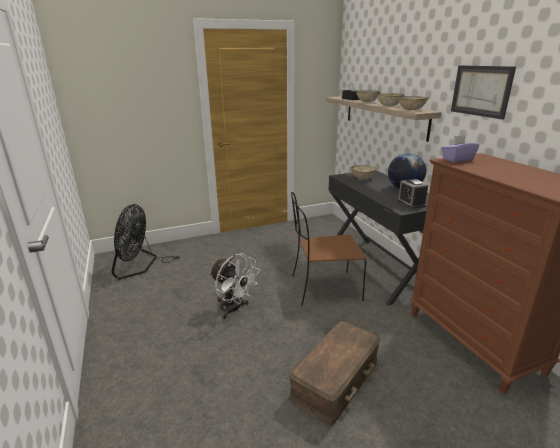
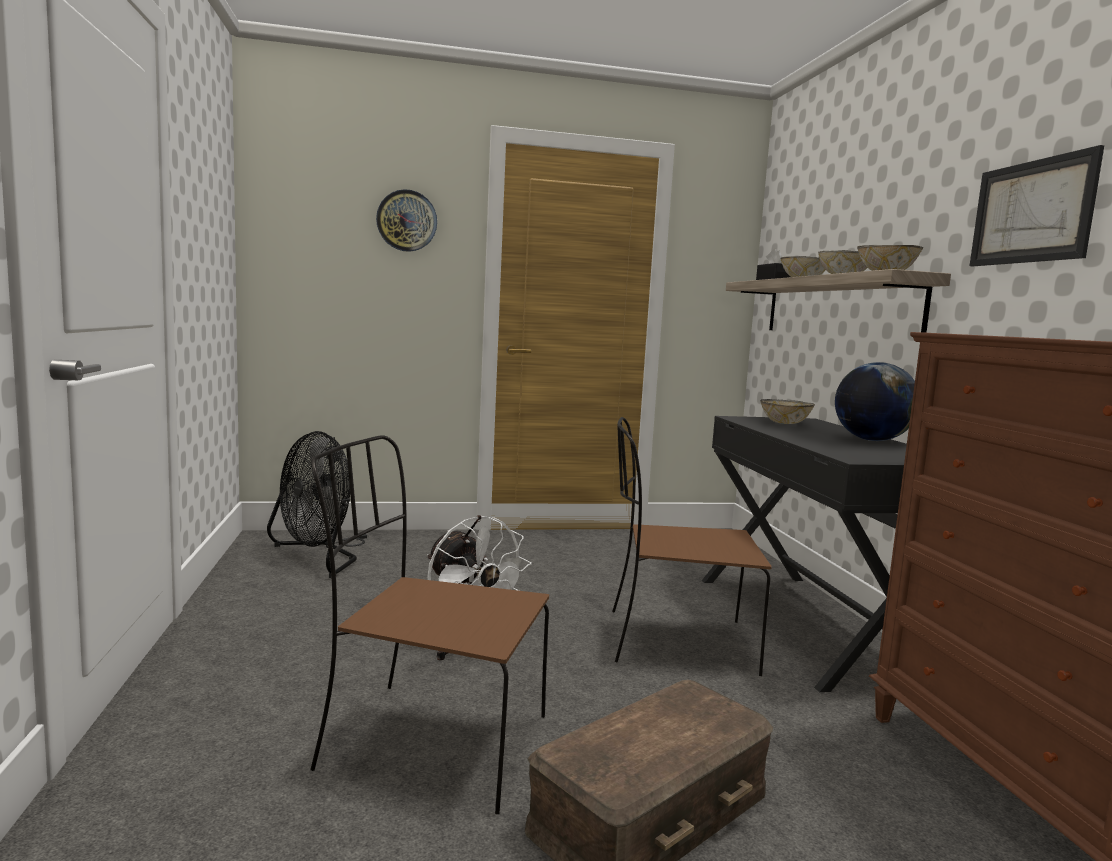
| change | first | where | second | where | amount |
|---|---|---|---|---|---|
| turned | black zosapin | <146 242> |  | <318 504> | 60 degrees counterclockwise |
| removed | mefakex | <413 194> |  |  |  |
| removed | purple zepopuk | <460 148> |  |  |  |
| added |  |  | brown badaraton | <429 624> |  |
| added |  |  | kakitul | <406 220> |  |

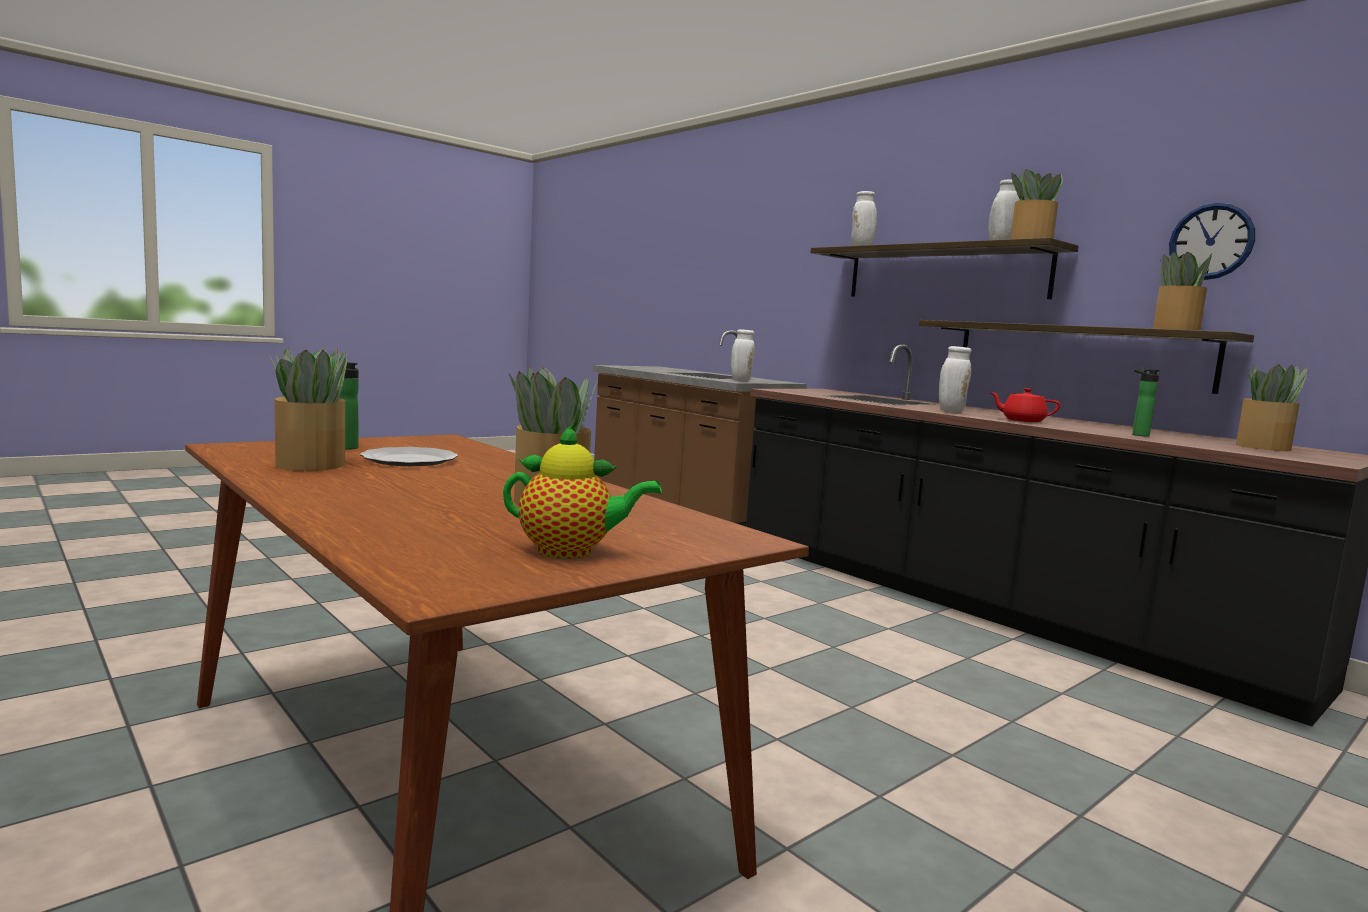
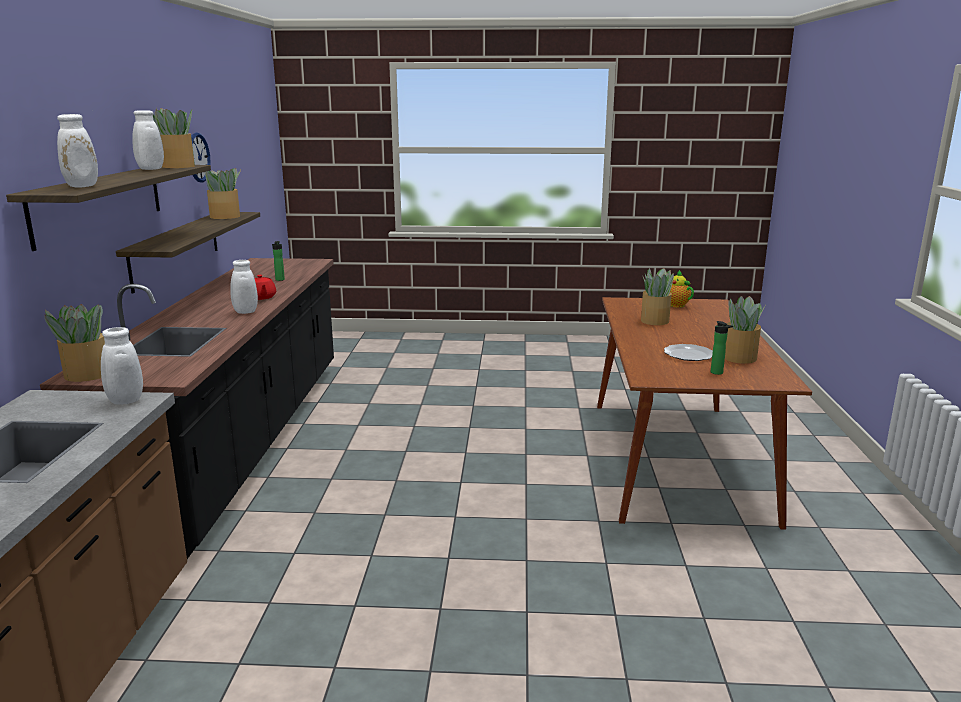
| change | first | where | second | where | amount |
|---|---|---|---|---|---|
| moved | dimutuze | <1272 407> |  | <75 343> |  |

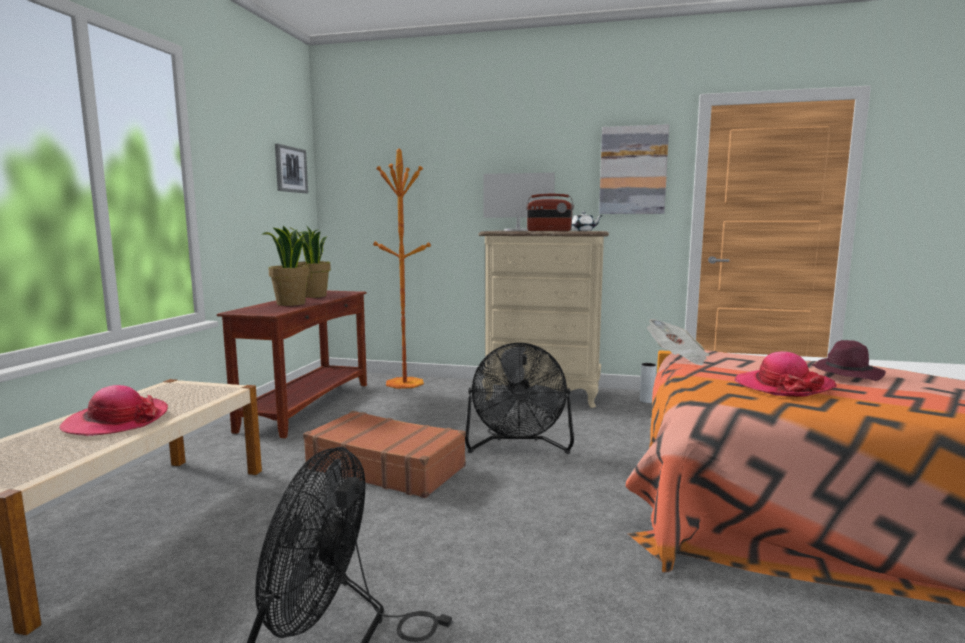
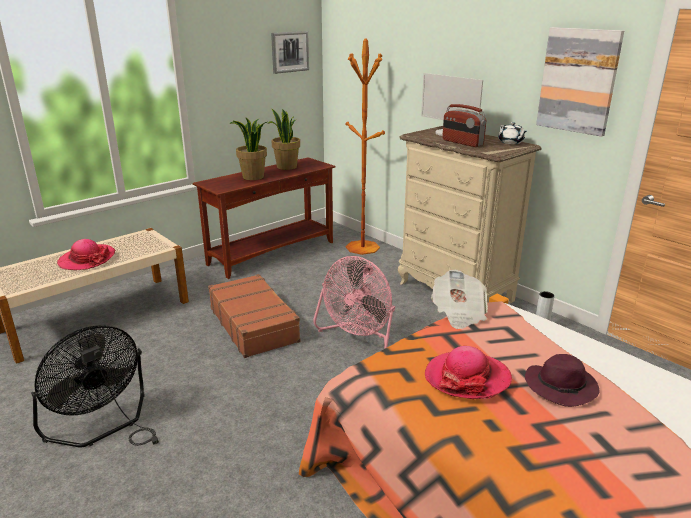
| change | first | where | second | where | amount |
|---|---|---|---|---|---|
| recoloured | black zosapin | <519 398> | pink zosapin | <354 302> |  |

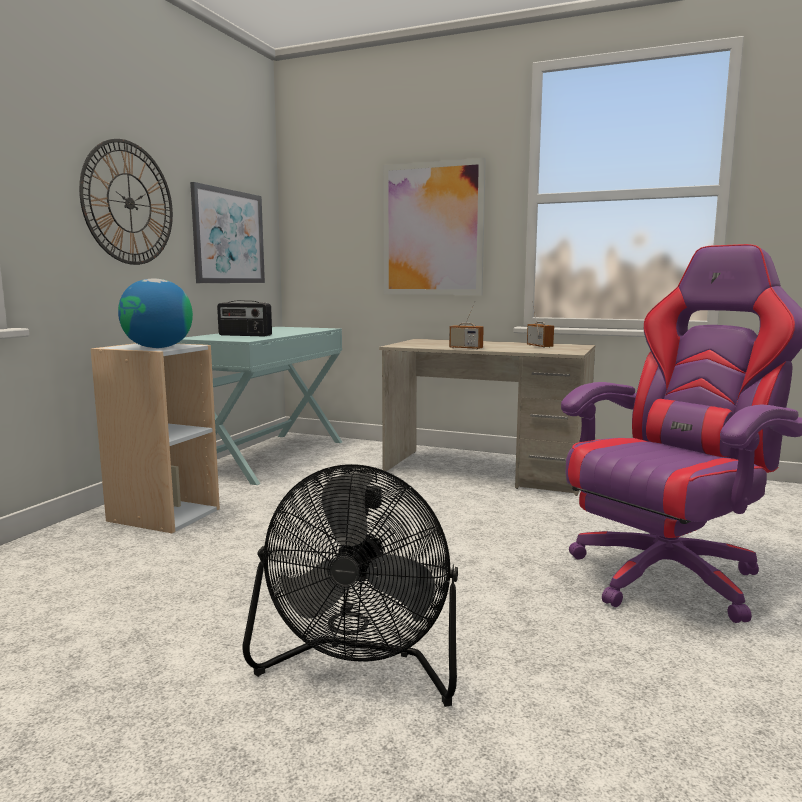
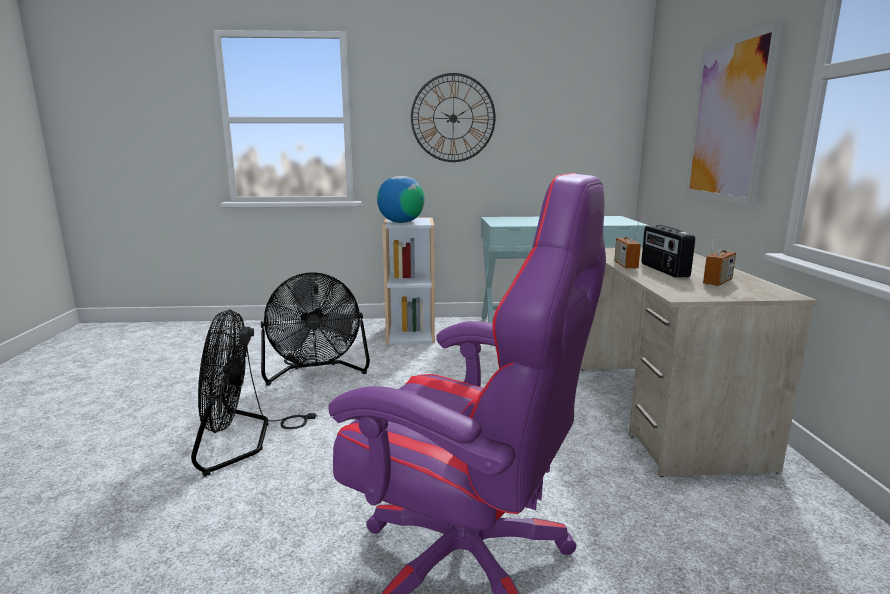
| change | first | where | second | where | amount |
|---|---|---|---|---|---|
| removed | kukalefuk | <227 232> |  |  |  |
| moved | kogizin | <244 318> |  | <668 251> |  |
| added |  |  | black zosapin | <315 329> |  |

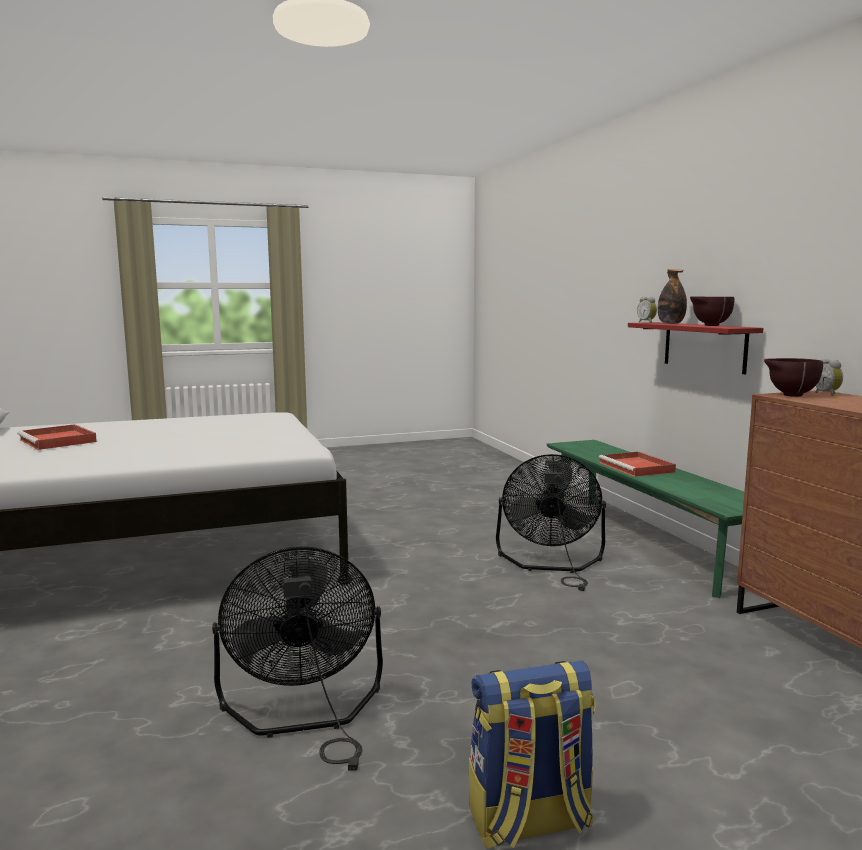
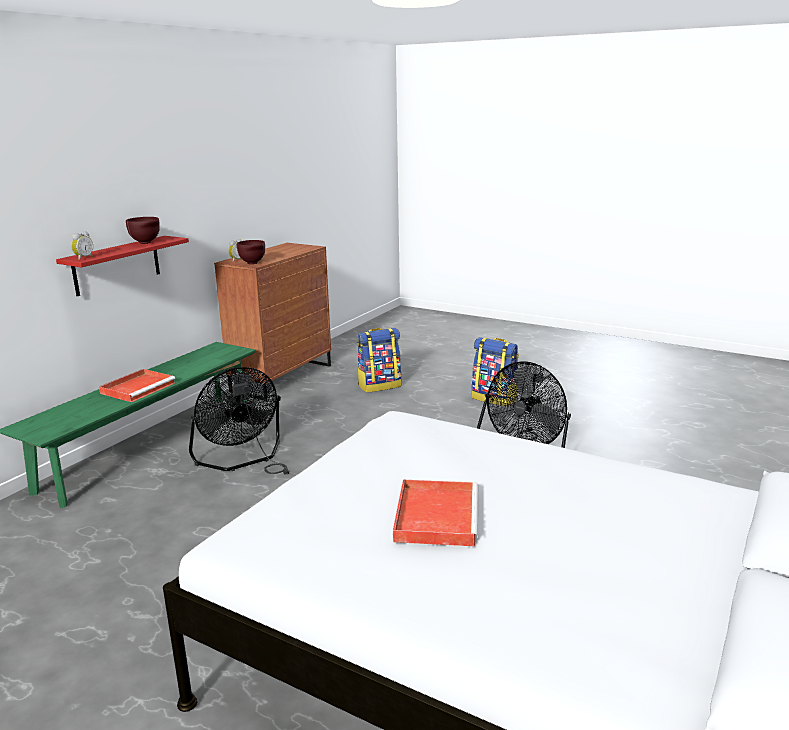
| change | first | where | second | where | amount |
|---|---|---|---|---|---|
| moved | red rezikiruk | <57 437> |  | <435 513> |  |
| turned | black zosapin | <551 522> |  | <239 421> | 90 degrees clockwise |
| removed | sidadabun | <672 296> |  |  |  |
| added |  |  | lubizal | <379 360> |  |

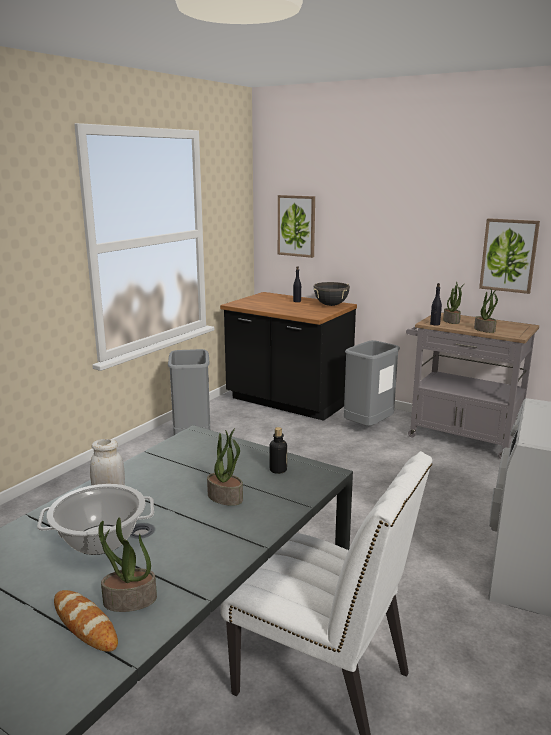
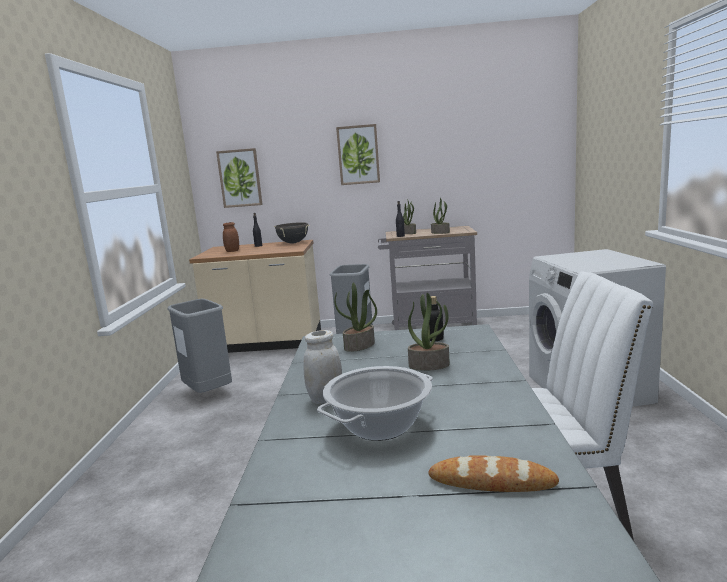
| change | first | where | second | where | amount |
|---|---|---|---|---|---|
| moved | dimutuze | <127 564> |  | <355 317> |  |
| recoloured | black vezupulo | <288 356> | beige vezupulo | <255 296> |  |
| moved | kukalefuk | <509 256> |  | <358 154> |  |
| added |  |  | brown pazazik | <231 237> |  |

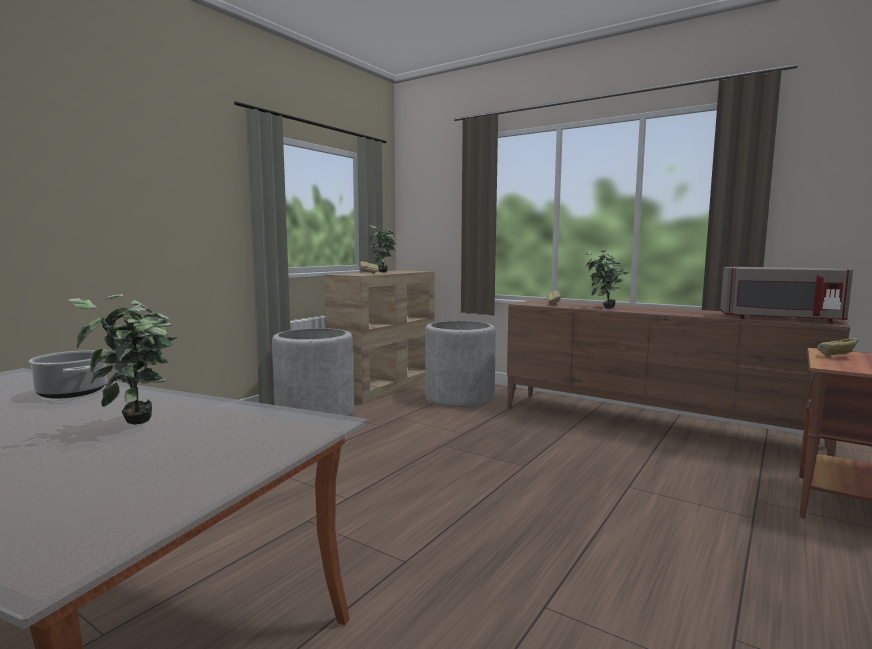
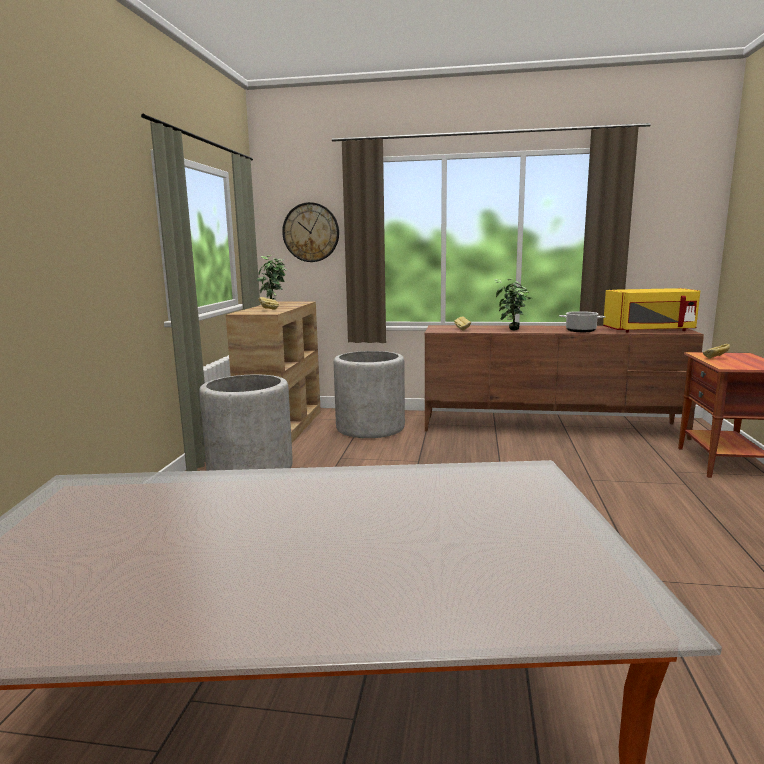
| change | first | where | second | where | amount |
|---|---|---|---|---|---|
| moved | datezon | <68 374> |  | <582 321> |  |
| removed | dimutuze | <123 359> |  |  |  |
| recoloured | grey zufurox | <786 295> | yellow zufurox | <651 310> |  |
| added |  |  | kakitul | <310 232> |  |

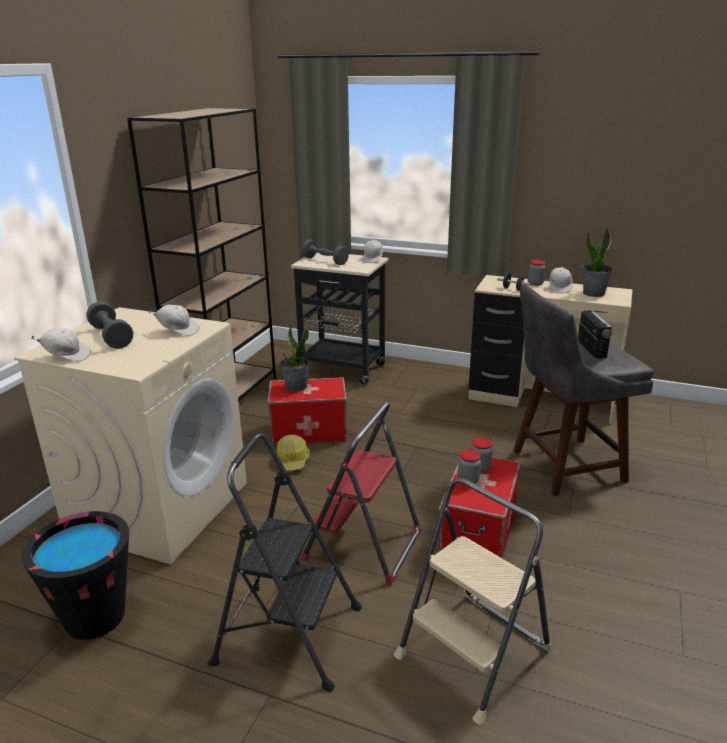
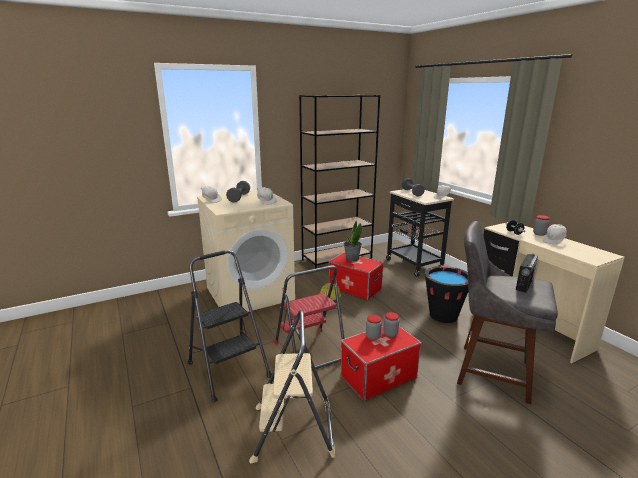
| change | first | where | second | where | amount |
|---|---|---|---|---|---|
| moved | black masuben | <75 575> |  | <446 294> |  |
| removed | dimutuze | <597 262> |  |  |  |

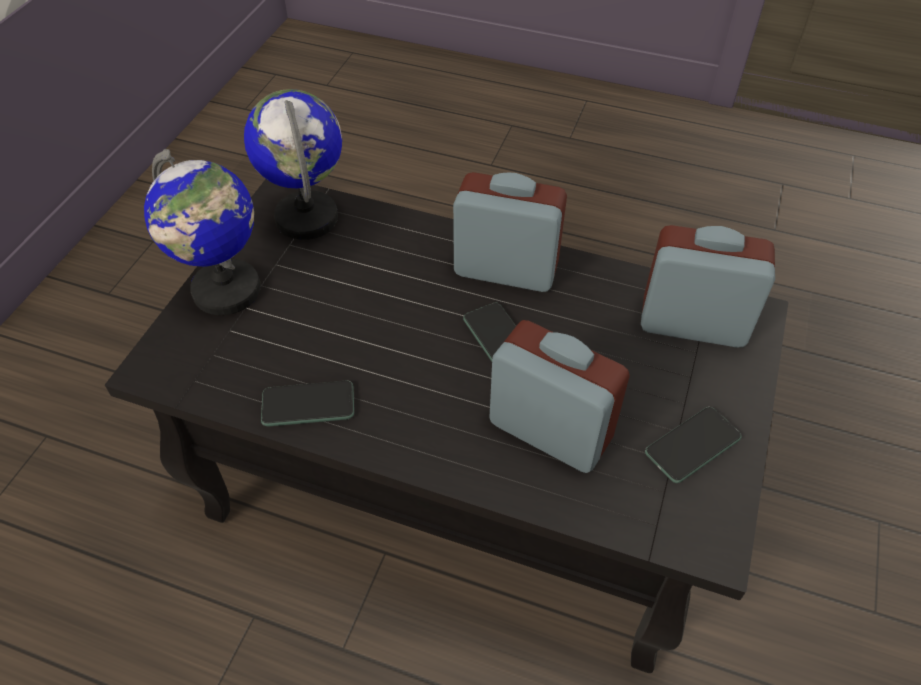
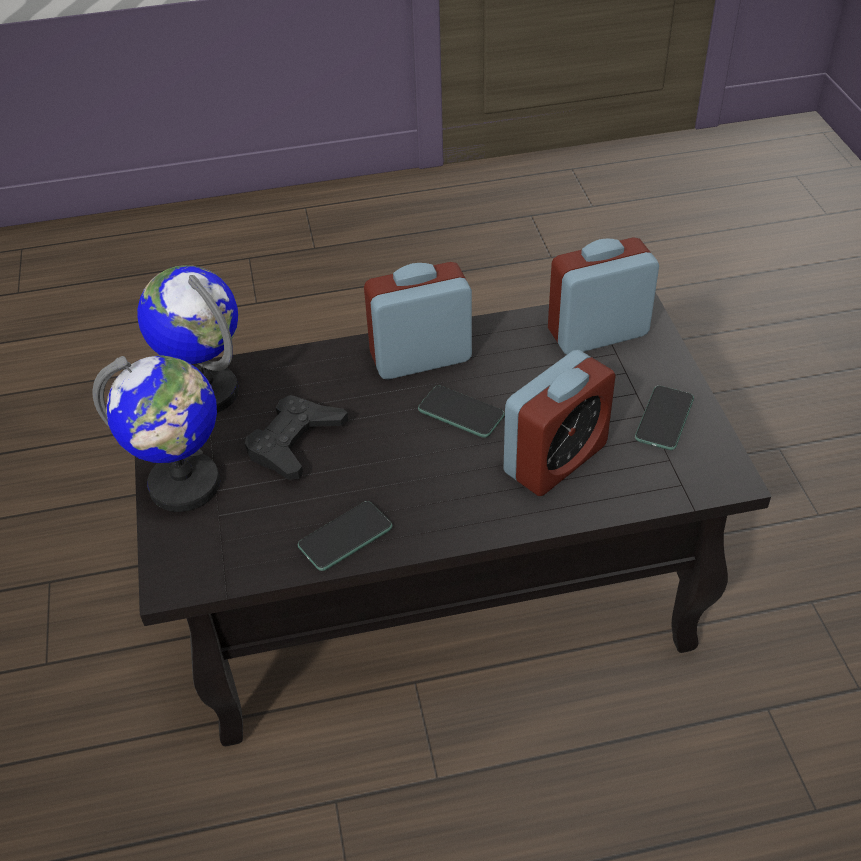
| change | first | where | second | where | amount |
|---|---|---|---|---|---|
| turned | mefakex | <559 396> |  | <560 423> | 135 degrees clockwise |
| added |  |  | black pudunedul | <296 437> |  |

